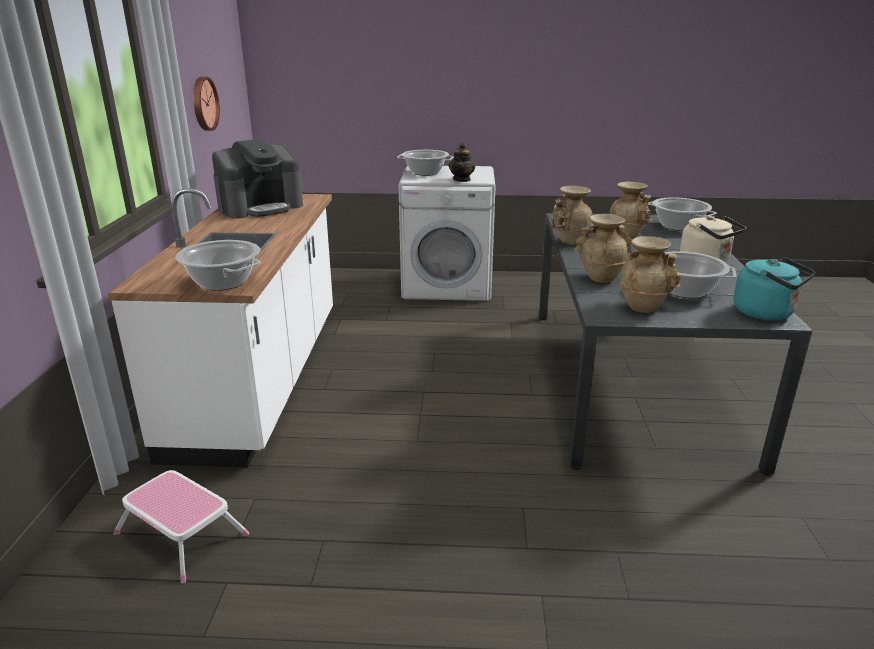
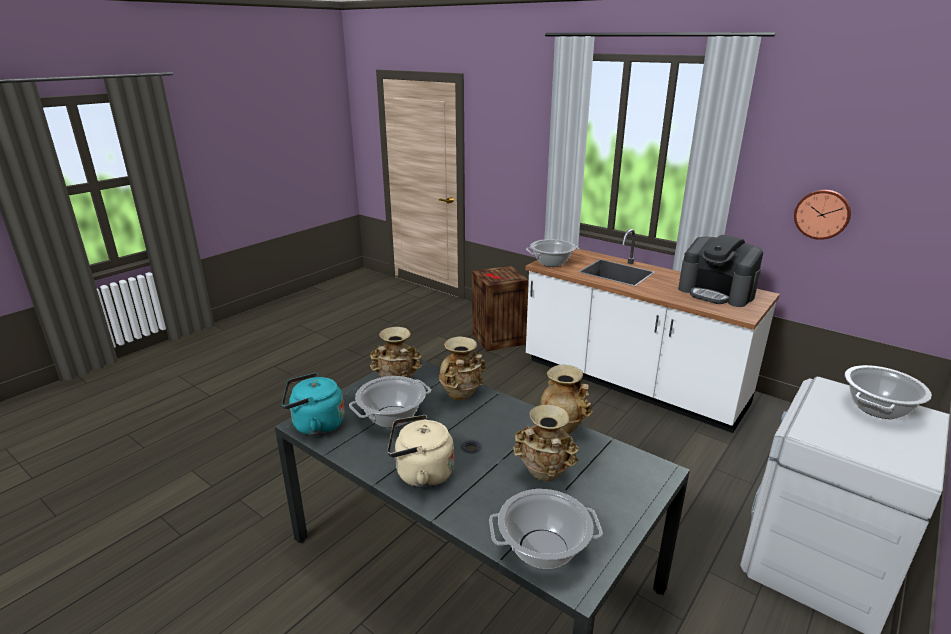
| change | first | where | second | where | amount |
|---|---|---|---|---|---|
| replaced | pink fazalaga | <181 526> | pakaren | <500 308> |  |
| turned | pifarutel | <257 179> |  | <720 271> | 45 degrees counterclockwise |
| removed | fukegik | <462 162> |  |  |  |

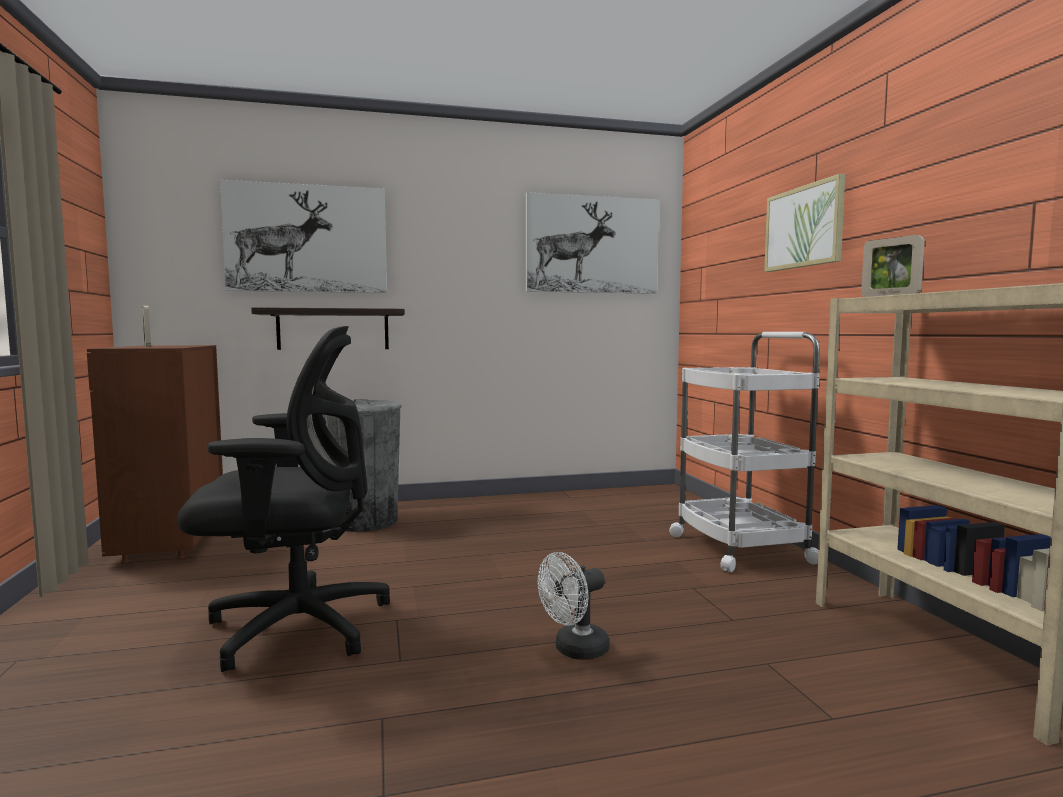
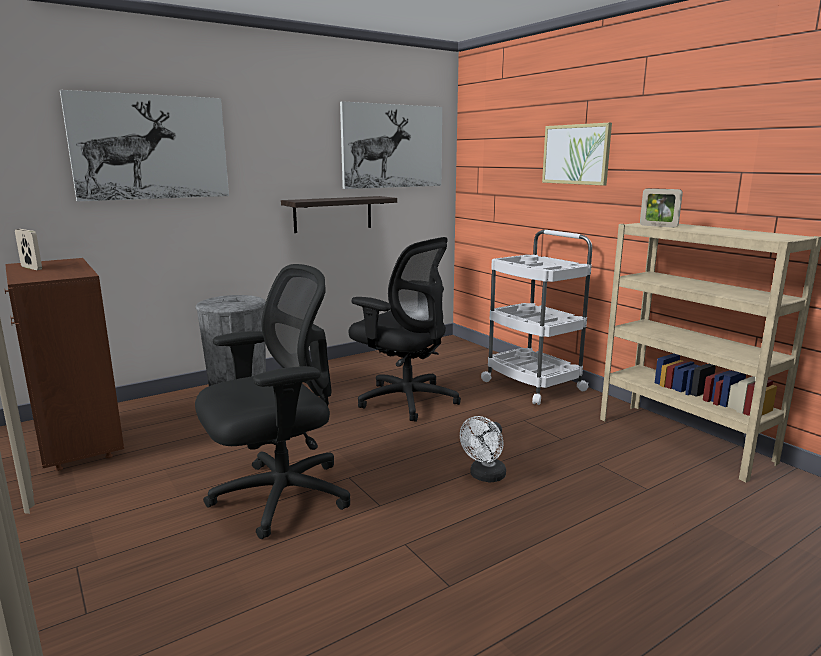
| change | first | where | second | where | amount |
|---|---|---|---|---|---|
| moved | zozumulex | <328 328> |  | <339 214> |  |
| added |  |  | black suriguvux | <404 329> |  |

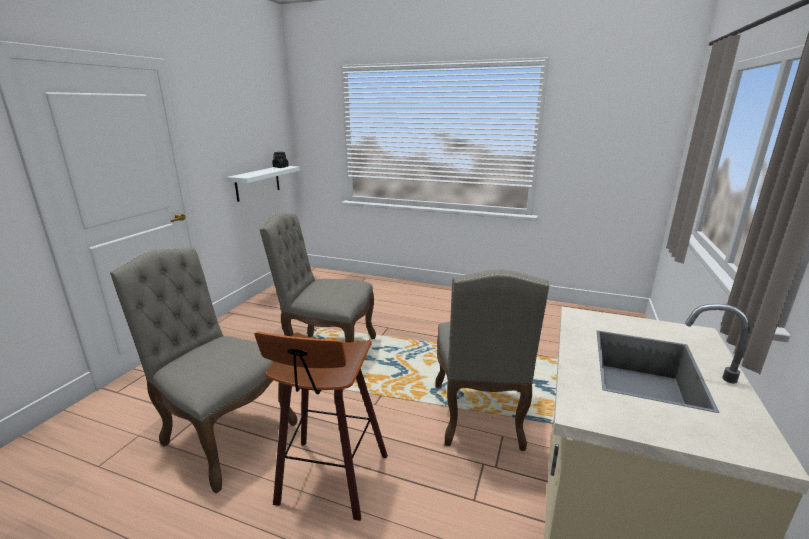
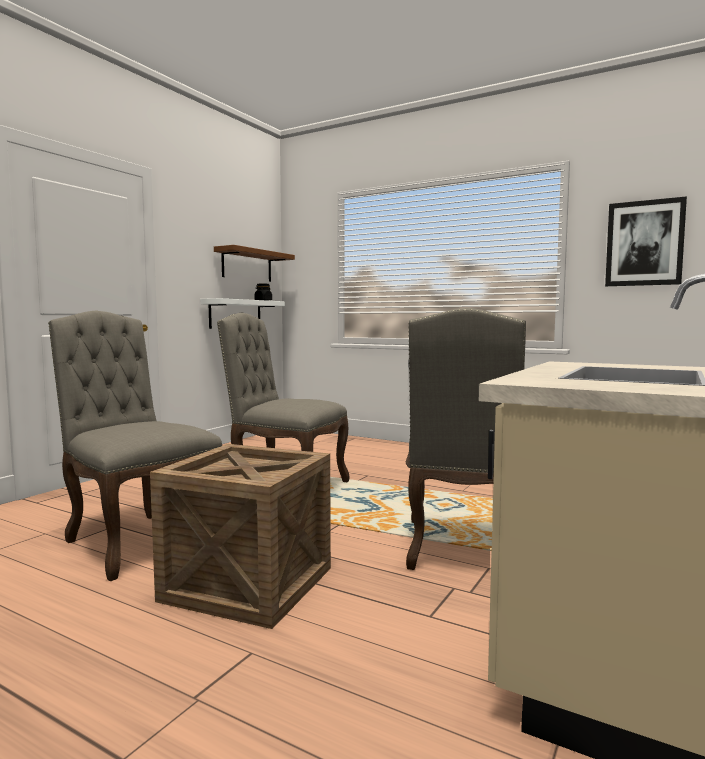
| change | first | where | second | where | amount |
|---|---|---|---|---|---|
| replaced | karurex | <321 426> | pakaren | <240 536> |  |
| added |  |  | brown zozumulex | <254 263> |  |
| added |  |  | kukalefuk | <646 241> |  |

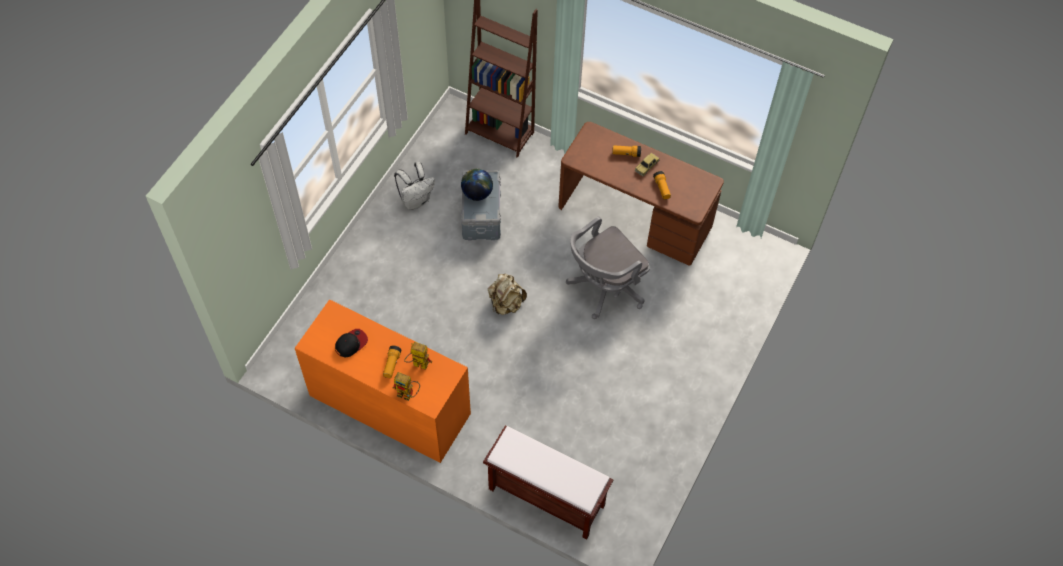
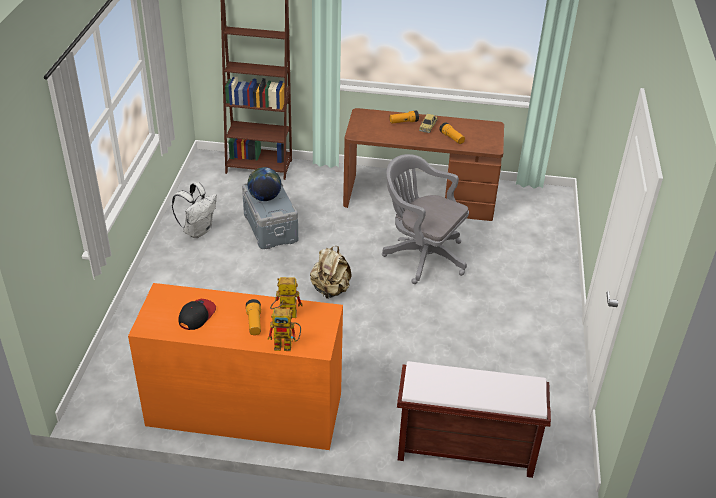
| change | first | where | second | where | amount |
|---|---|---|---|---|---|
| turned | grey suriguvux | <608 268> |  | <425 219> | 90 degrees clockwise |

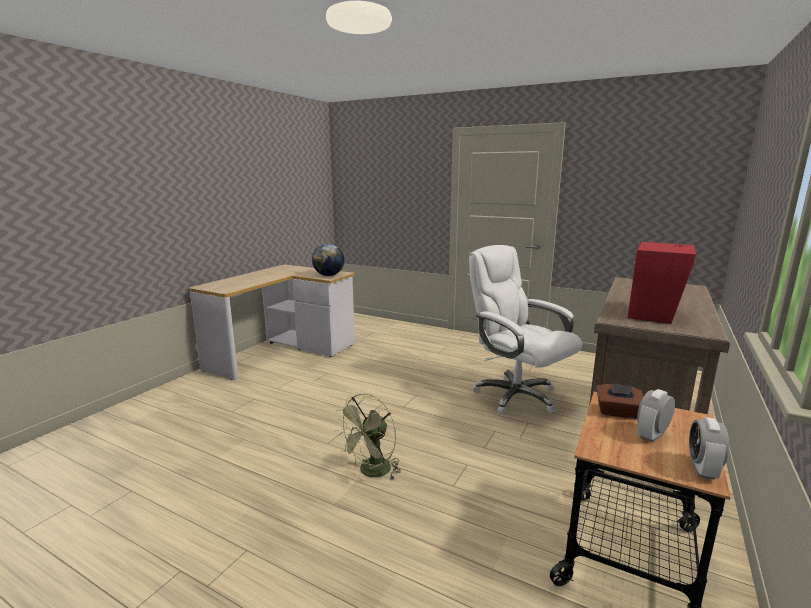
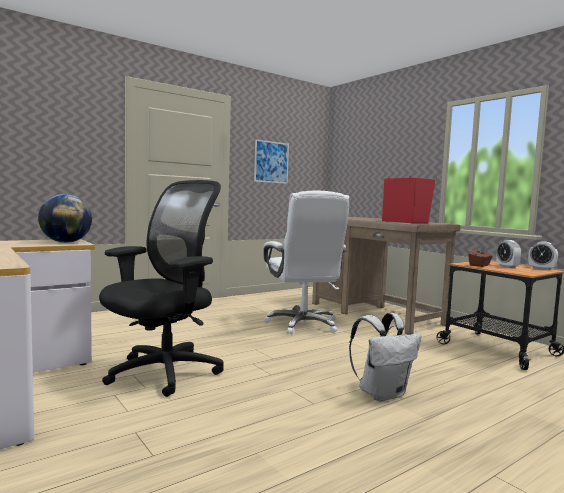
| change | first | where | second | where | amount |
|---|---|---|---|---|---|
| replaced | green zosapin | <367 437> | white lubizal | <385 357> |  |
| turned | white suriguvux | <526 329> |  | <306 262> | 90 degrees counterclockwise |
| added |  |  | black suriguvux | <161 288> |  |
| added |  |  | kukalefuk | <271 161> |  |

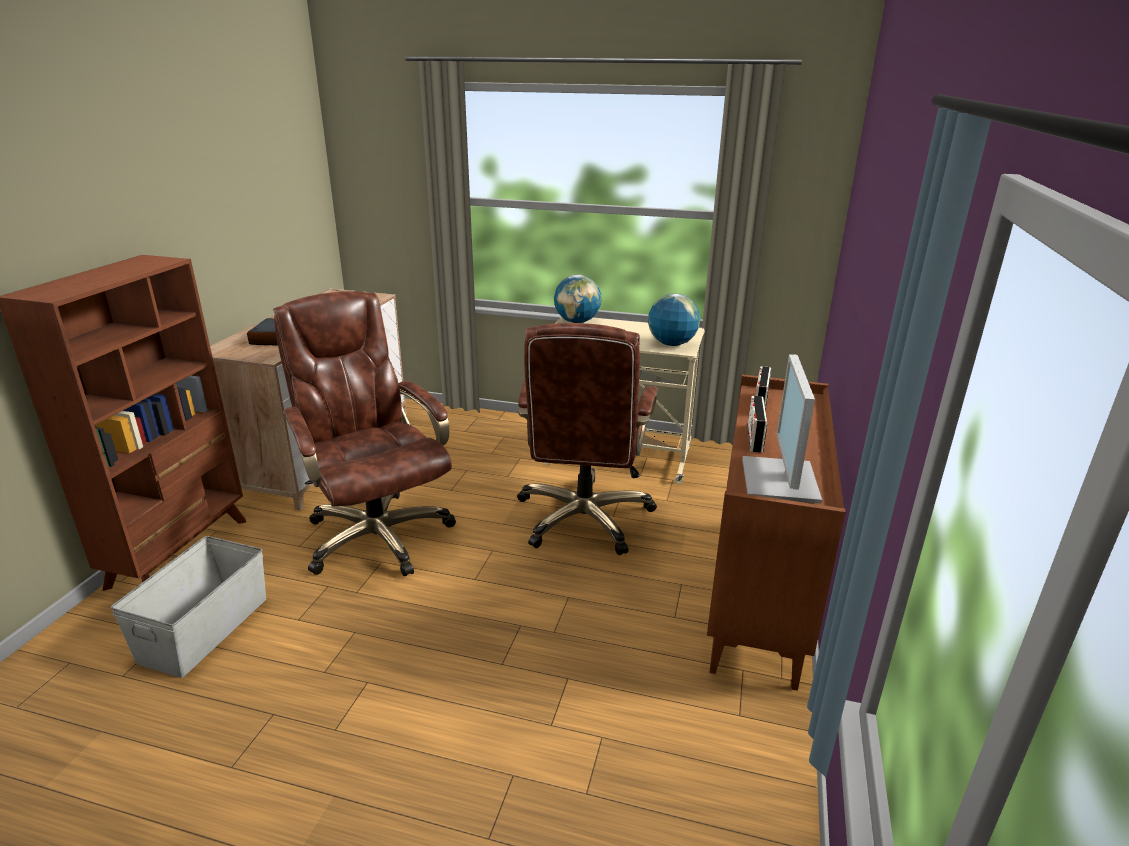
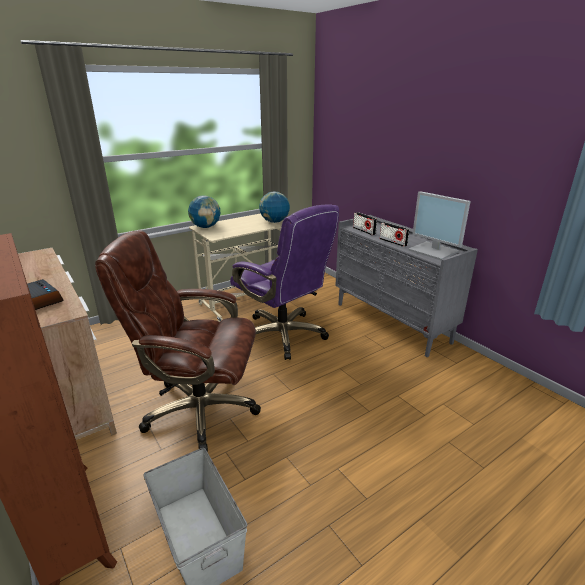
| change | first | where | second | where | amount |
|---|---|---|---|---|---|
| recoloured | brown suriguvux | <587 439> | purple suriguvux | <284 282> |  |
| recoloured | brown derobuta | <776 532> | grey derobuta | <406 286> |  |

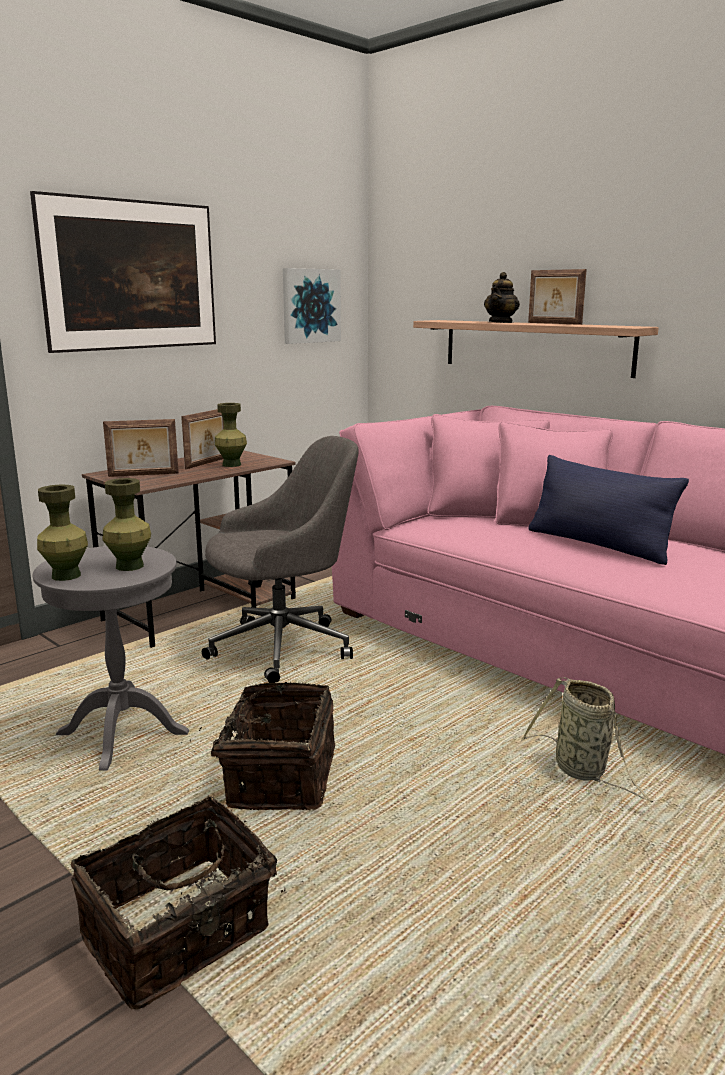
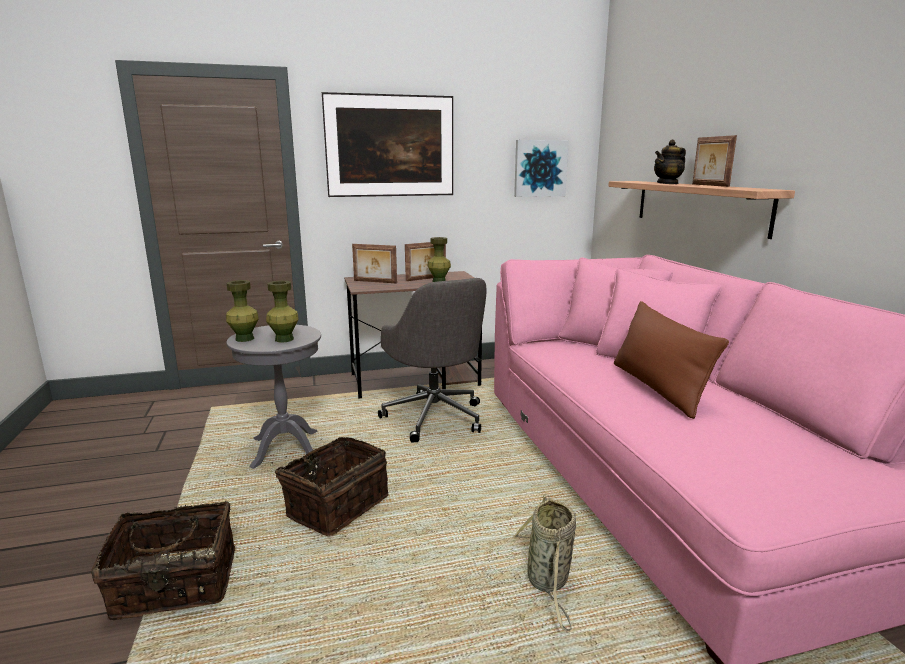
| change | first | where | second | where | amount |
|---|---|---|---|---|---|
| turned | grey suriguvux | <280 559> |  | <432 360> | 60 degrees clockwise |
| recoloured | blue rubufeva | <609 510> | brown rubufeva | <671 360> |  |

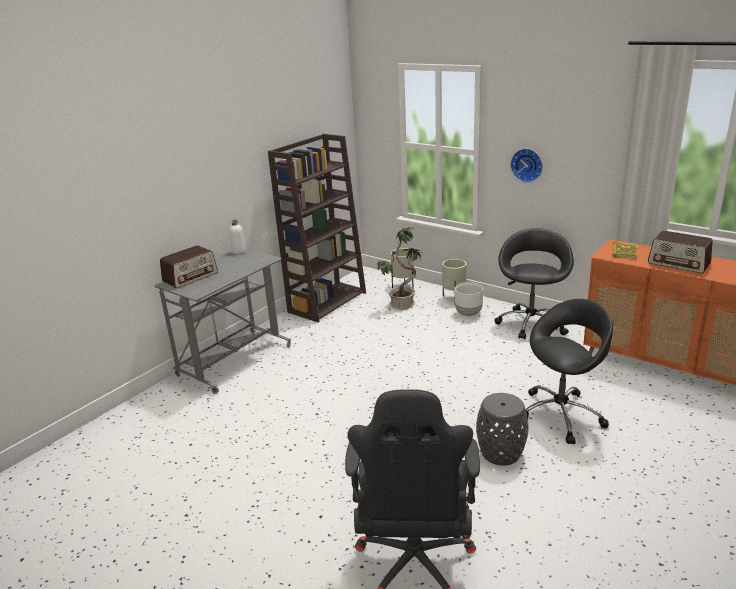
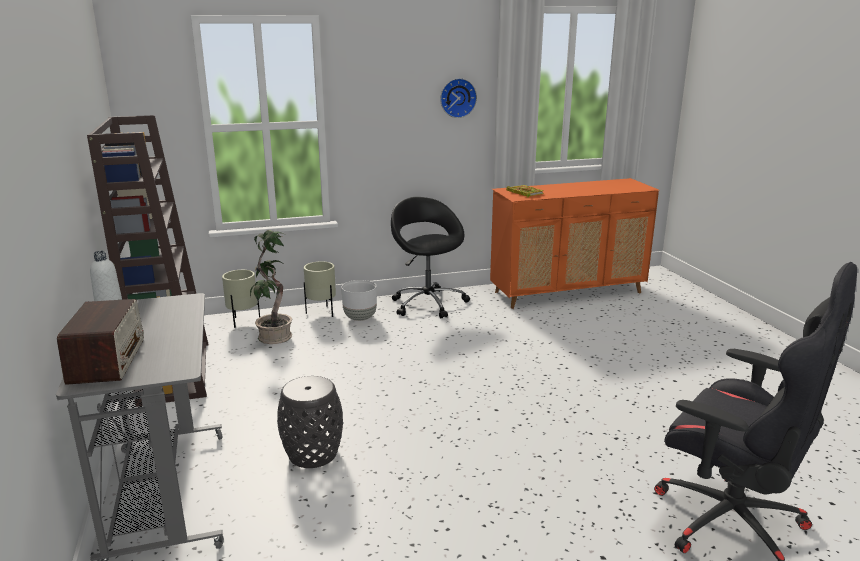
| change | first | where | second | where | amount |
|---|---|---|---|---|---|
| moved | grey karurex | <502 429> |  | <310 422> |  |
| moved | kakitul | <526 165> |  | <458 98> |  |
| removed | black suriguvux | <569 371> |  |  |  |
| removed | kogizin | <680 252> |  |  |  |

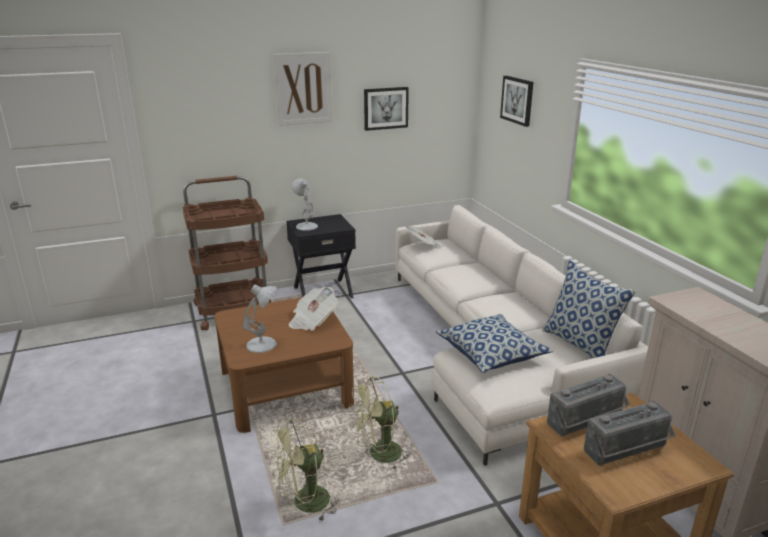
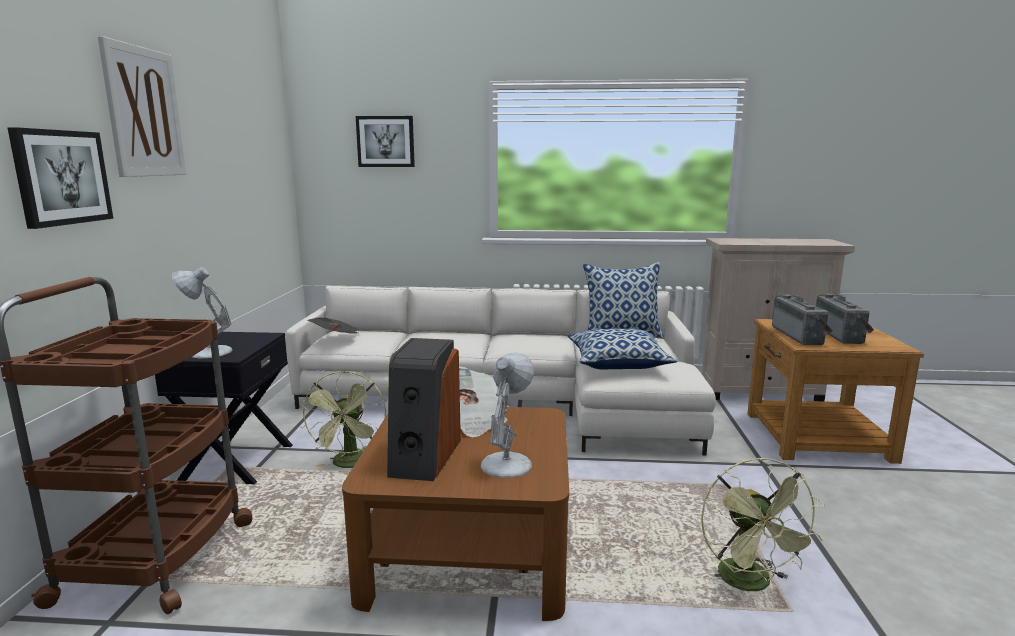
| change | first | where | second | where | amount |
|---|---|---|---|---|---|
| moved | green zosapin | <380 423> |  | <343 419> |  |
| moved | kukalefuk | <386 109> |  | <60 178> |  |
| added |  |  | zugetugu | <424 409> |  |

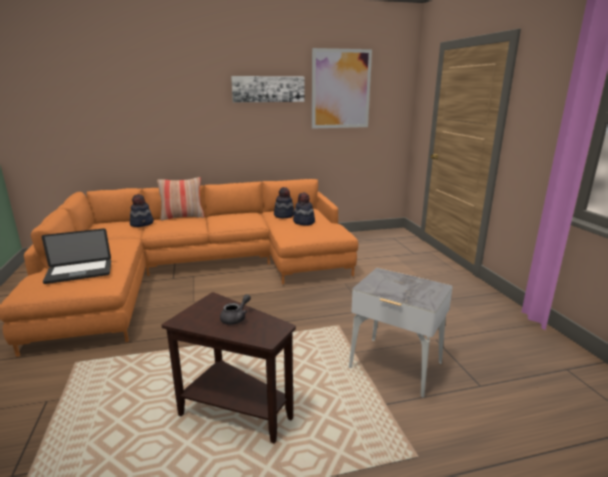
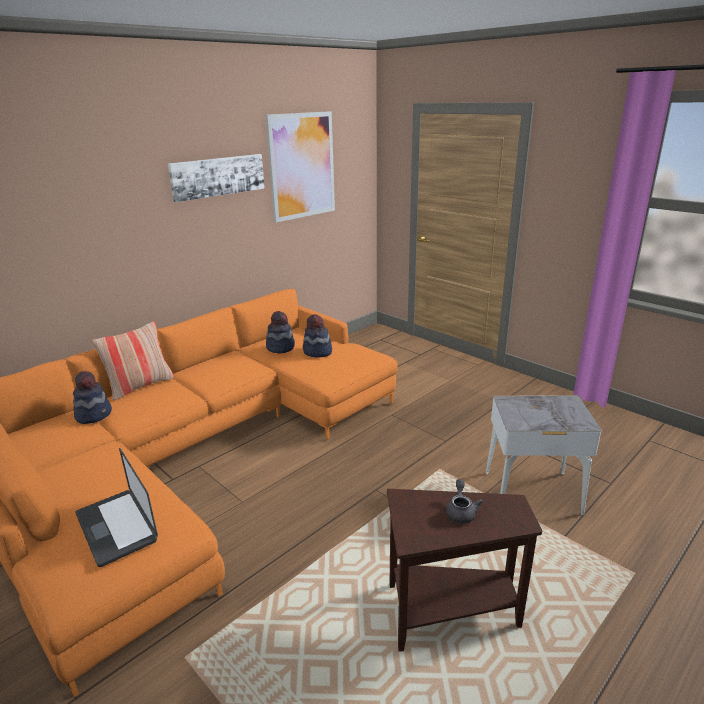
| change | first | where | second | where | amount |
|---|---|---|---|---|---|
| turned | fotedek | <76 256> |  | <116 507> | 105 degrees clockwise |

